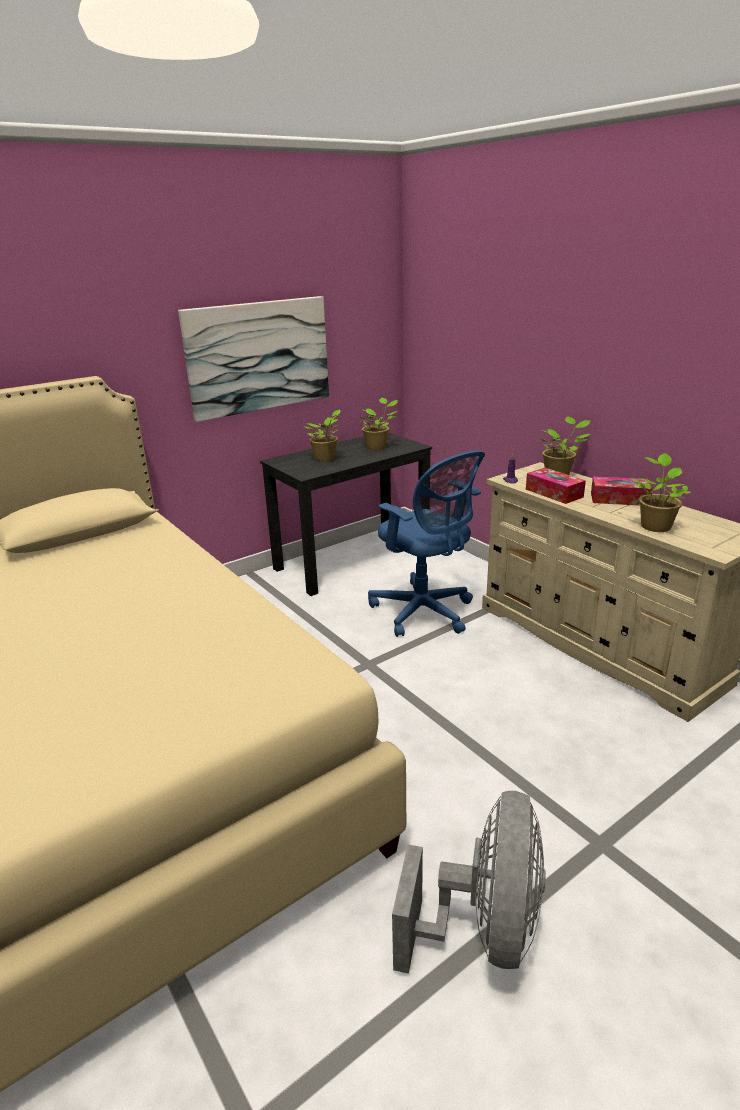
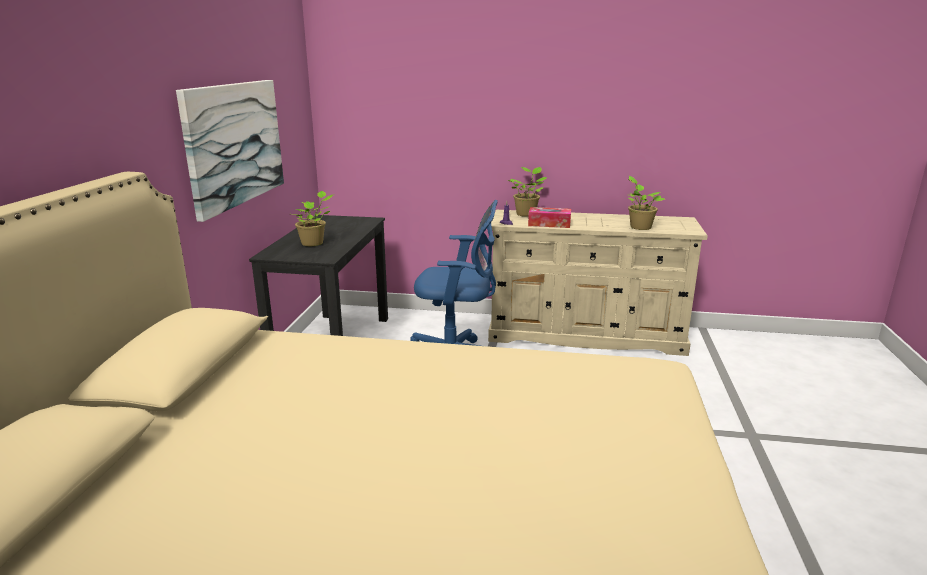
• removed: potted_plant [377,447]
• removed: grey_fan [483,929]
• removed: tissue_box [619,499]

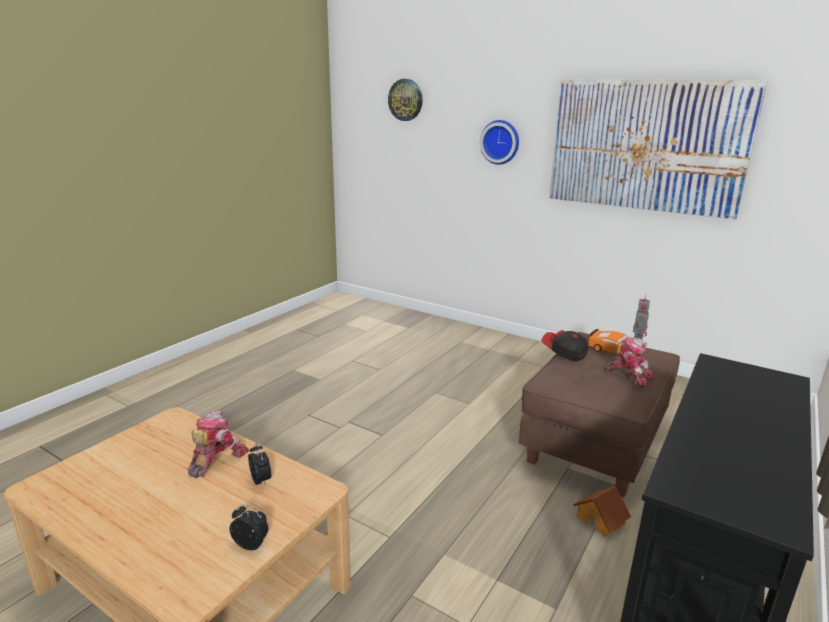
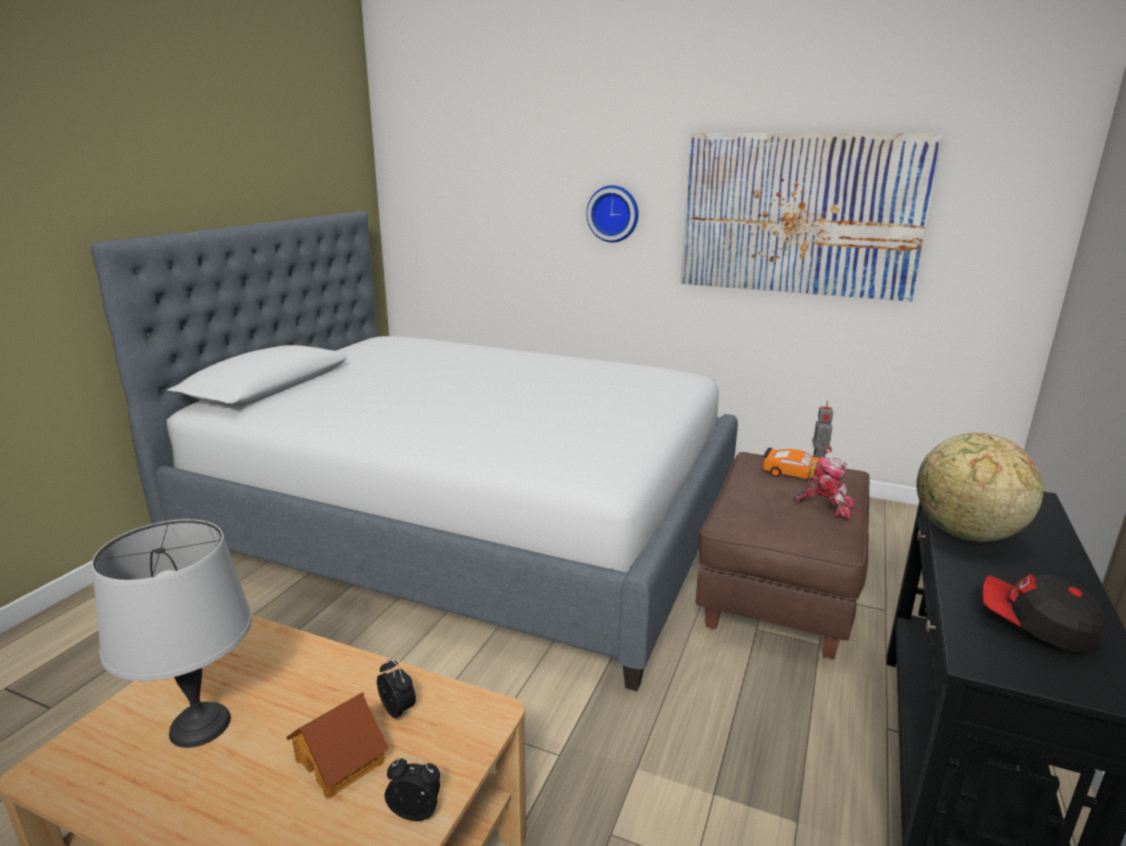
• added: bed [467,522]
• added: grey_table_lamp [202,725]
• moved: toy_house [601,520] to [341,759]
• added: globe [965,534]
• moved: cap [564,352] to [1035,626]
• removed: toy_robot [216,459]
• removed: wall_clock [405,100]

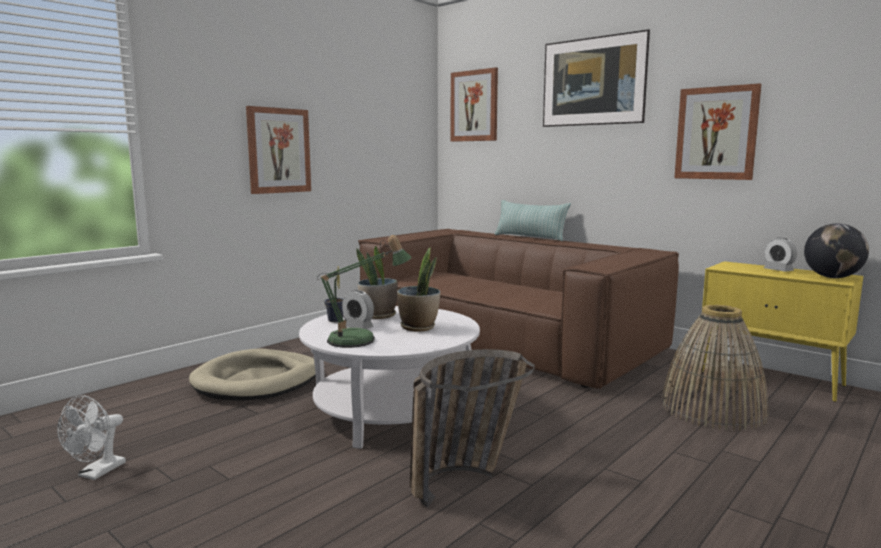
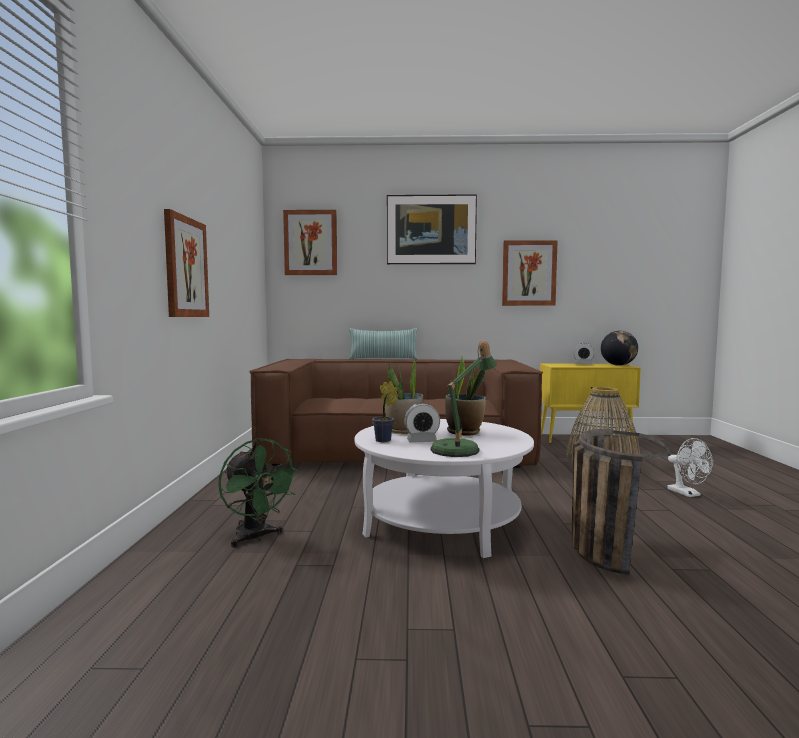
• replaced: beige_dog_bed [257,380] to green_fan [256,538]
• moved: white_fan [97,473] to [688,494]

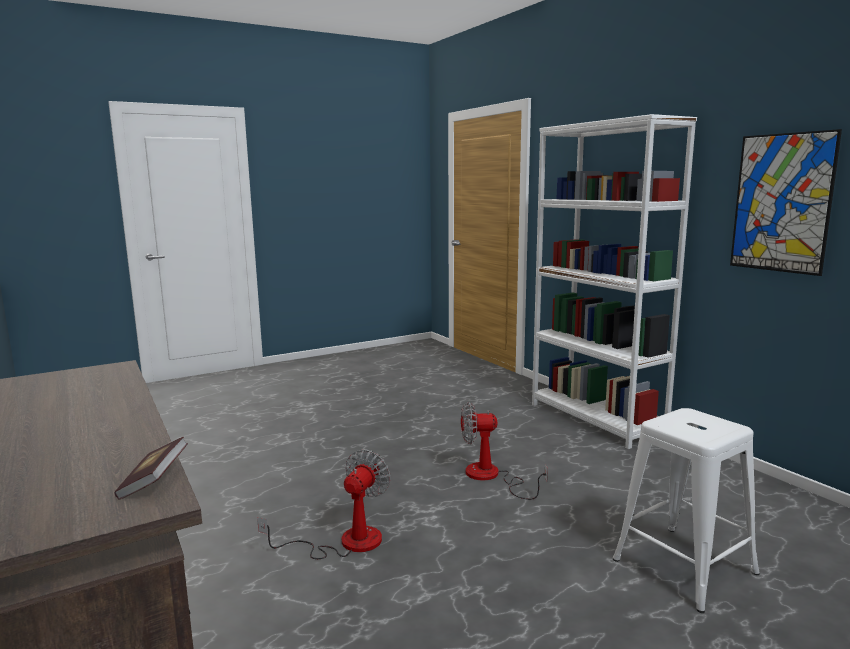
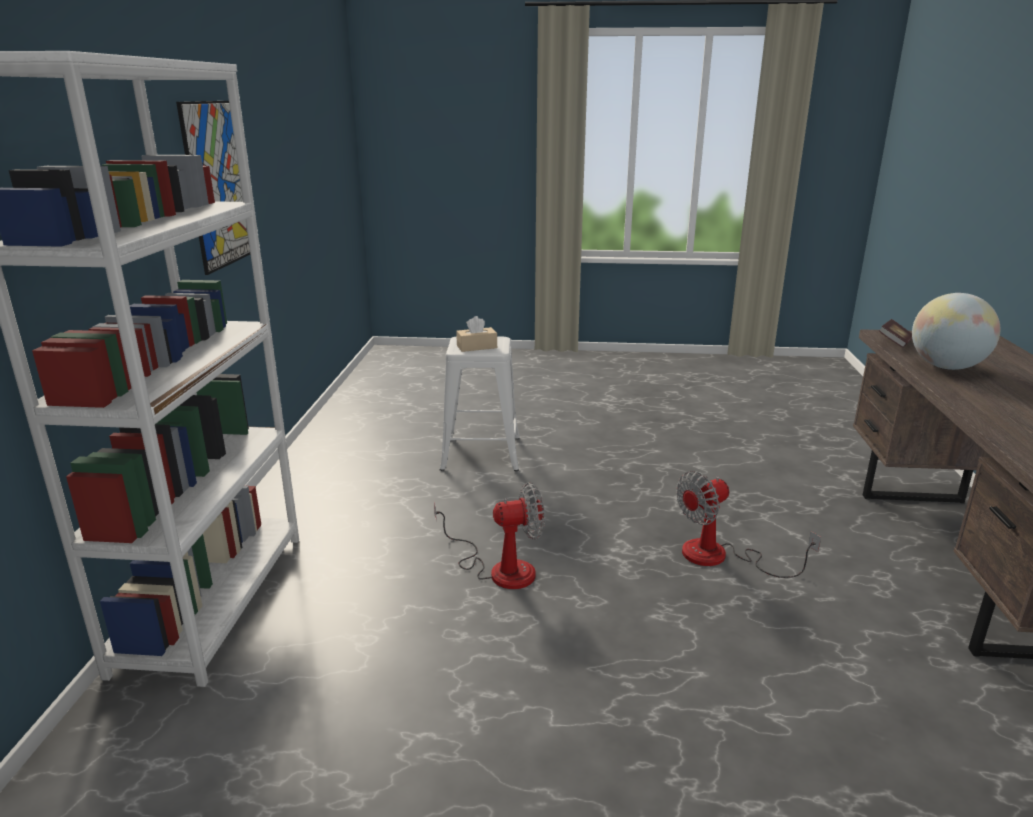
• turned: fan [491,477] = [499,568] 45 degrees counterclockwise
• added: beige_tissue_box [477,347]
• added: globe [946,367]

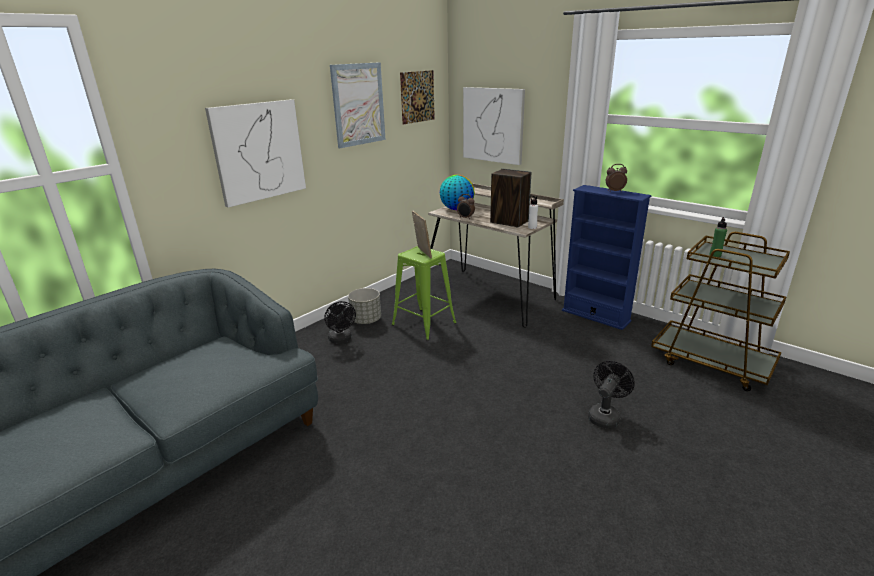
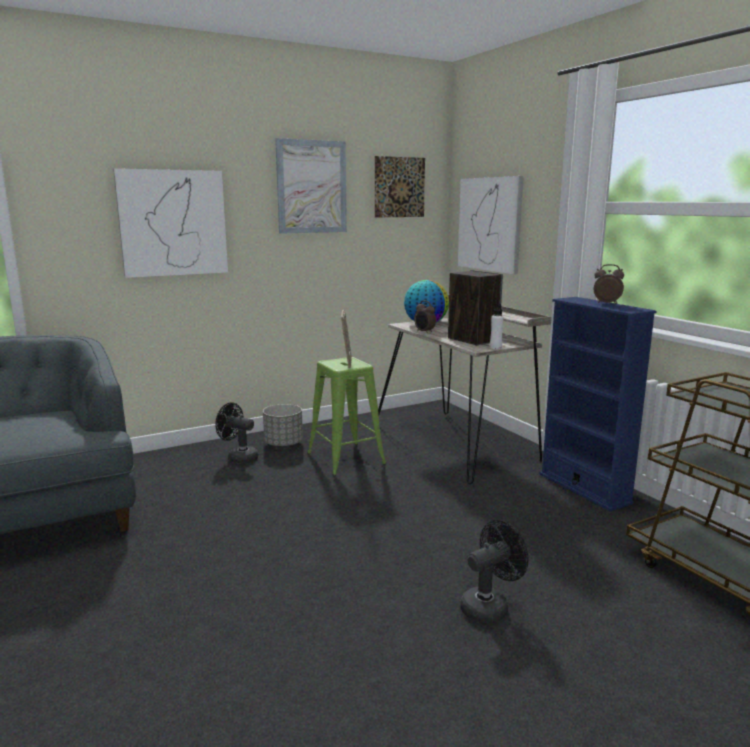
• turned: black_fan [341,339] = [238,458] 120 degrees clockwise
• removed: green_bottle [715,255]

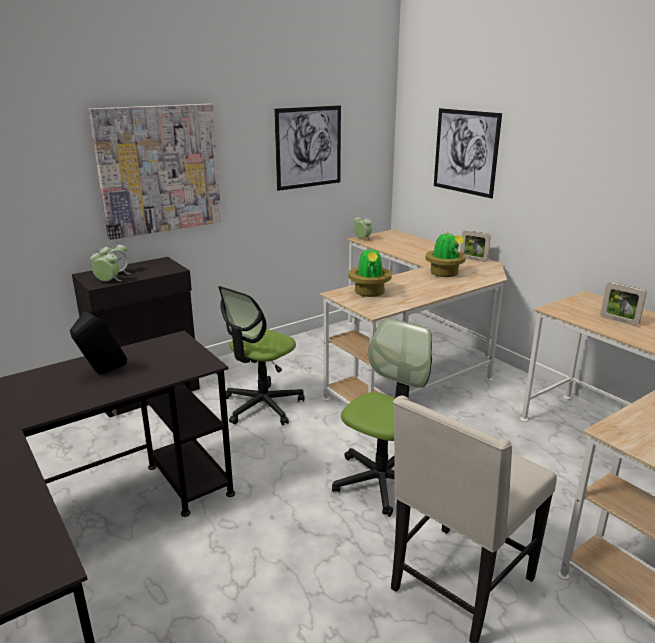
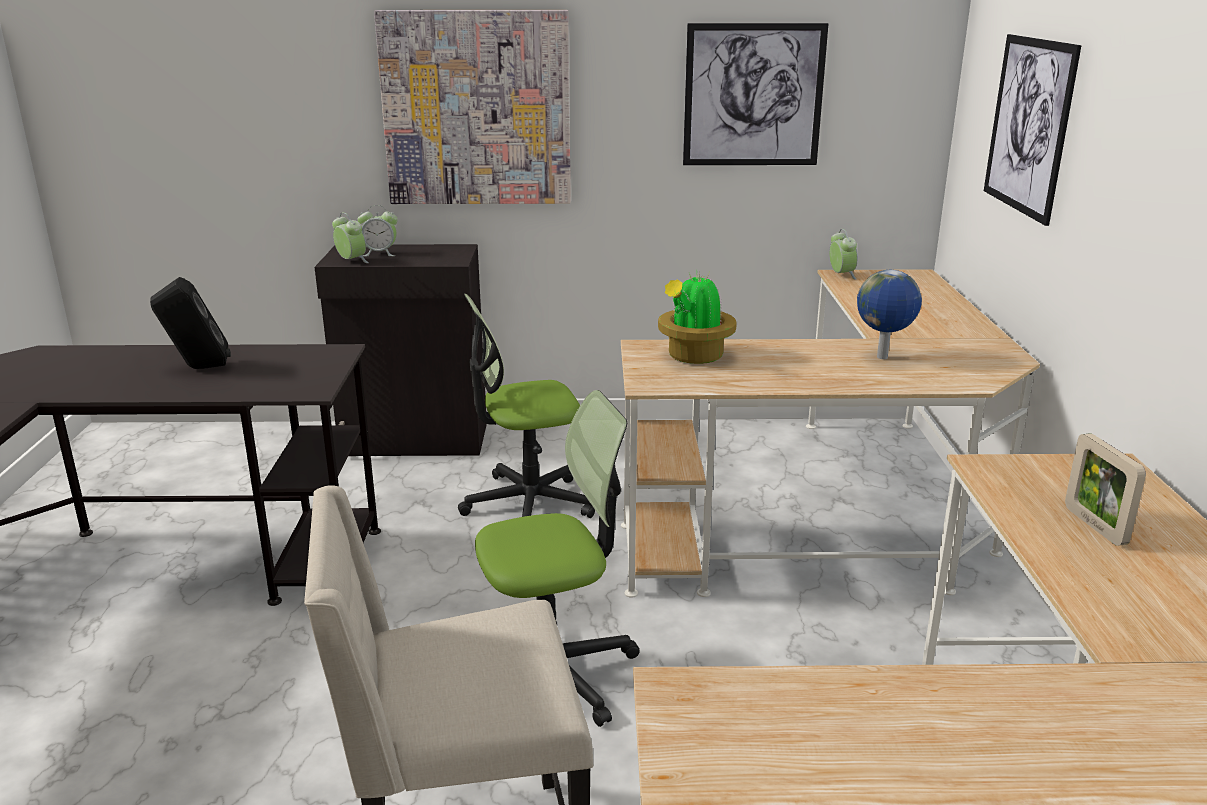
• replaced: potted_plant [444,274] to globe [882,358]
• removed: picture_frame [473,259]

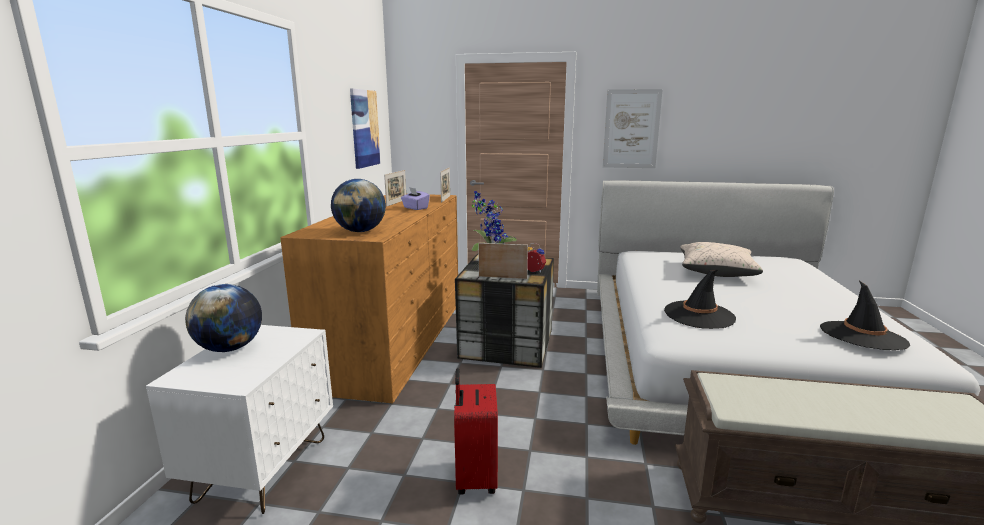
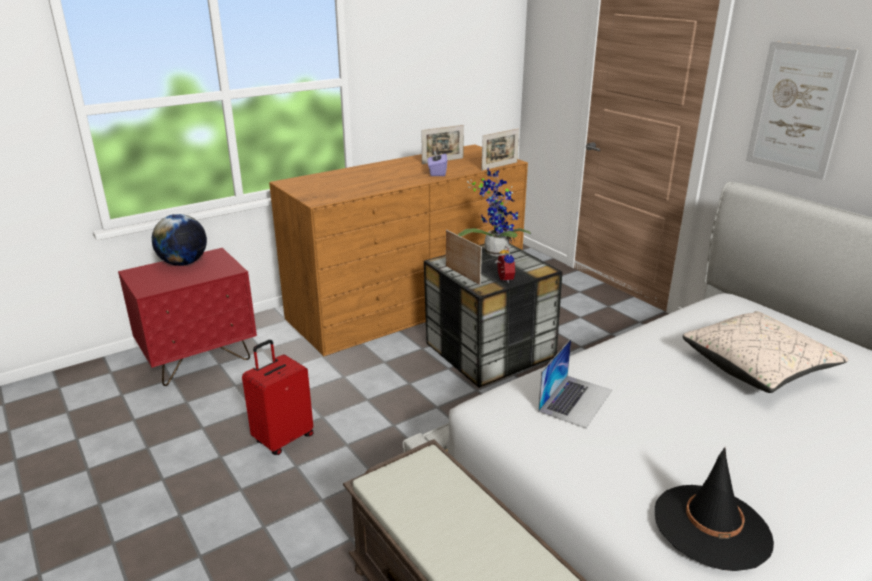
• recoloured: white_nightstand [263,469] to red_nightstand [199,360]
• replaced: black_hat [699,315] to laptop [575,400]
• removed: globe [360,231]
• removed: picture [364,128]

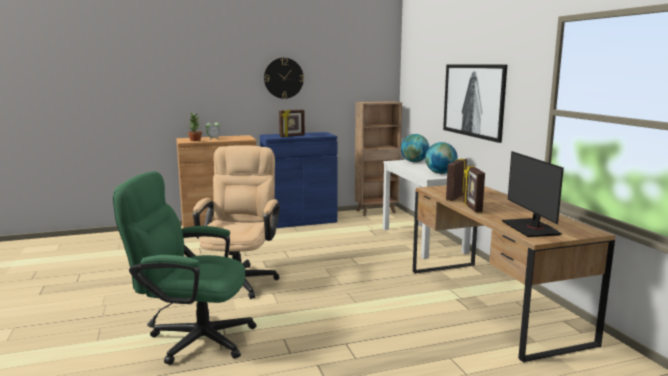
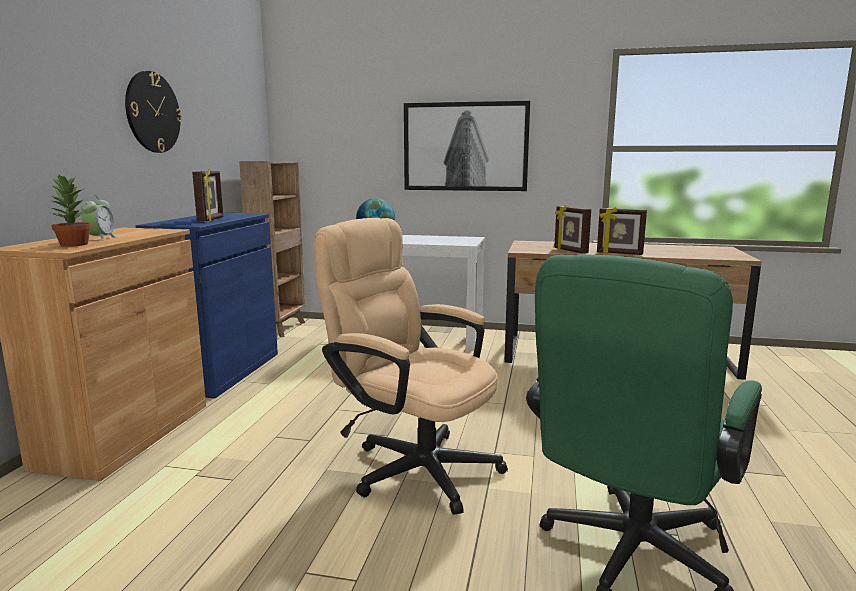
• removed: globe [440,173]
• removed: monitor [531,228]

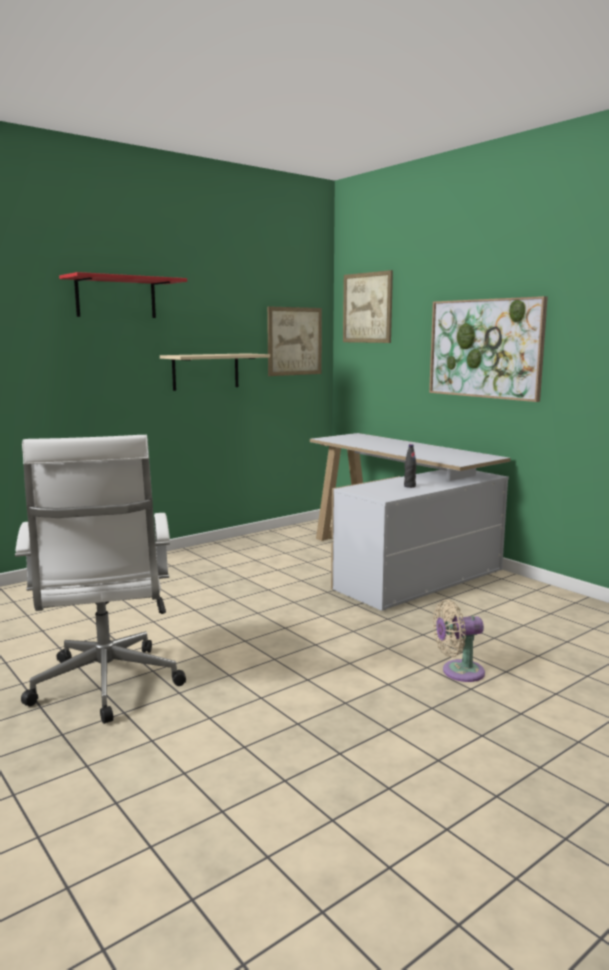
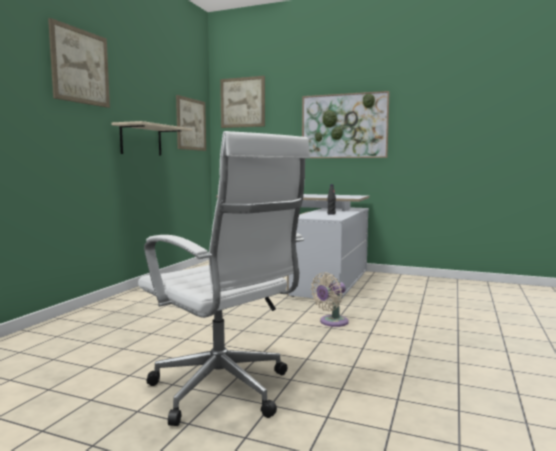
• replaced: red_shelf [116,297] to picture [80,66]
• moved: beige_fan [458,672] to [331,322]

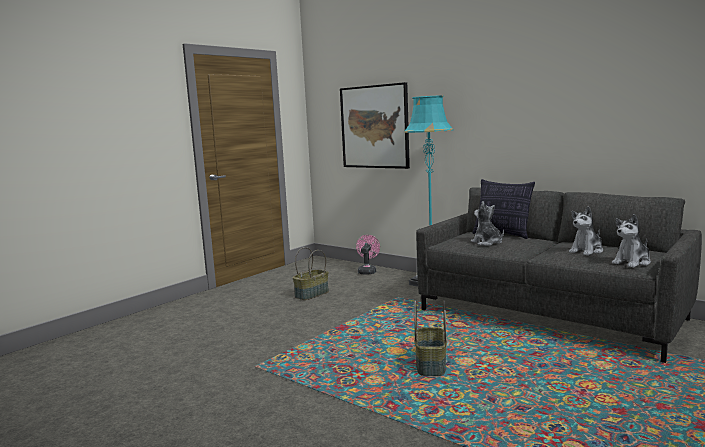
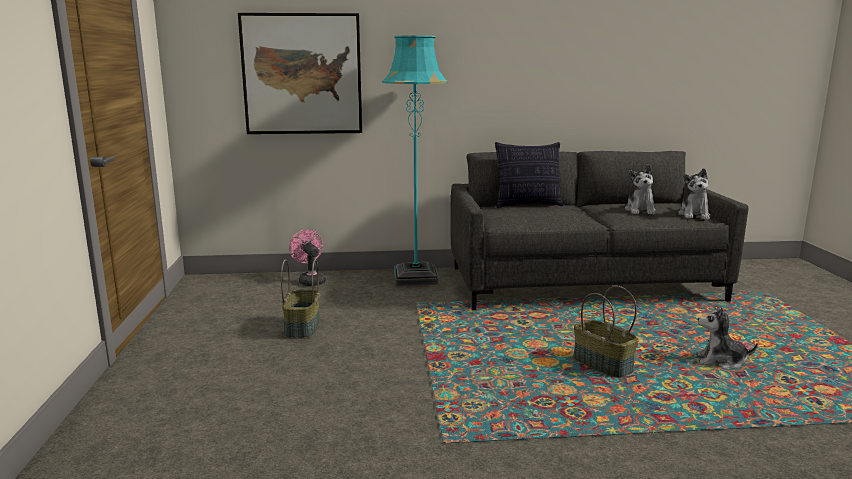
• moved: plush_toy [487,243] to [721,361]

